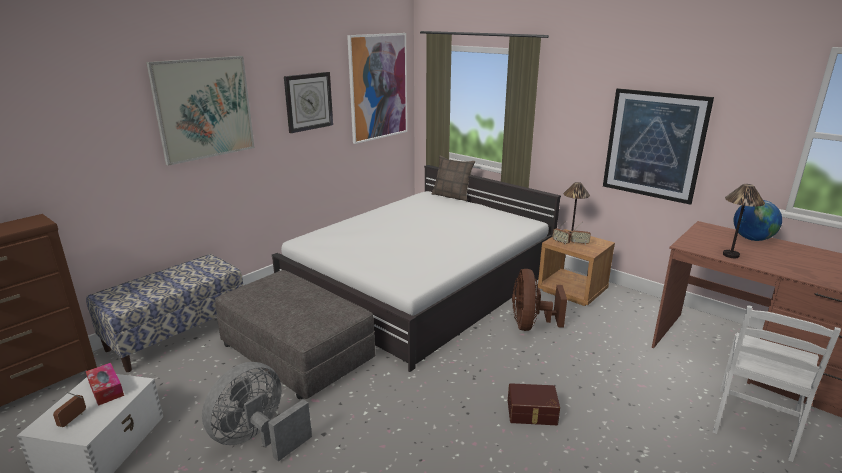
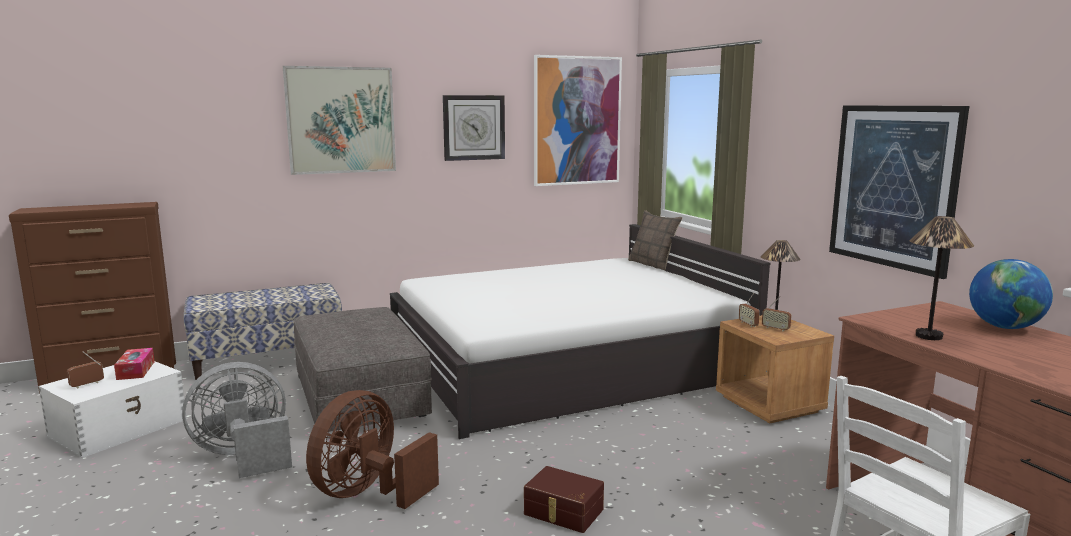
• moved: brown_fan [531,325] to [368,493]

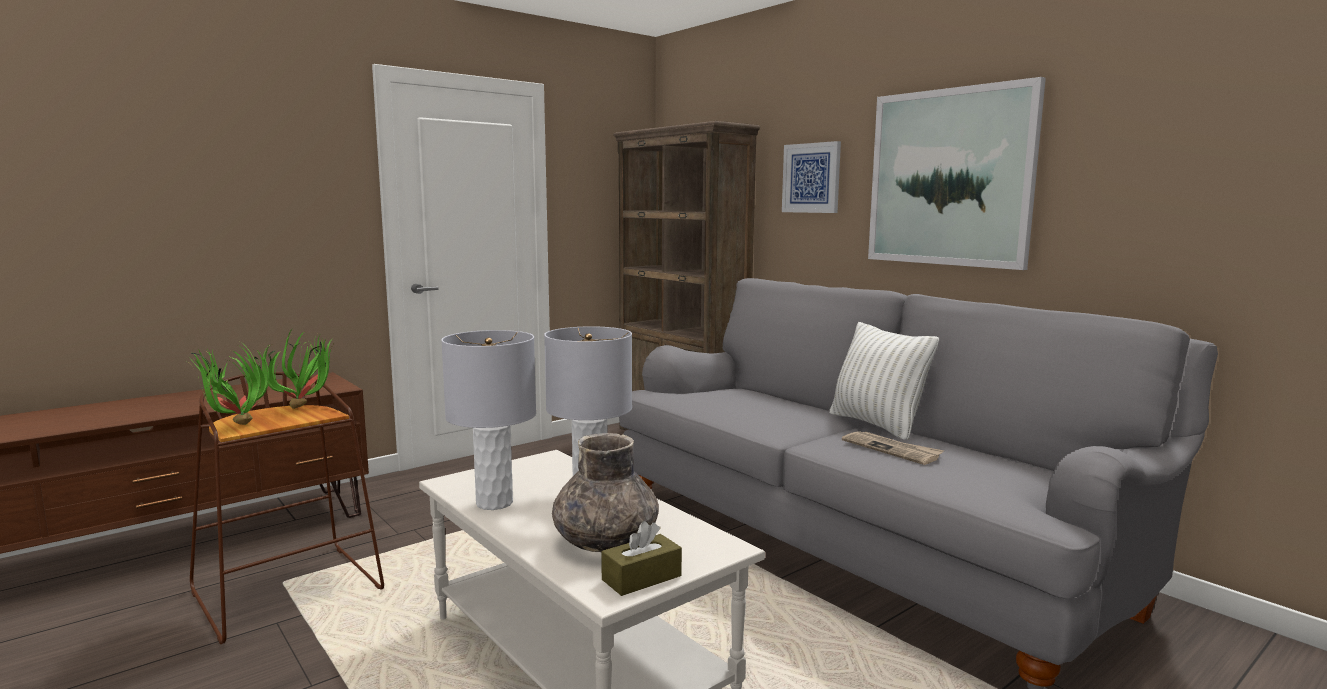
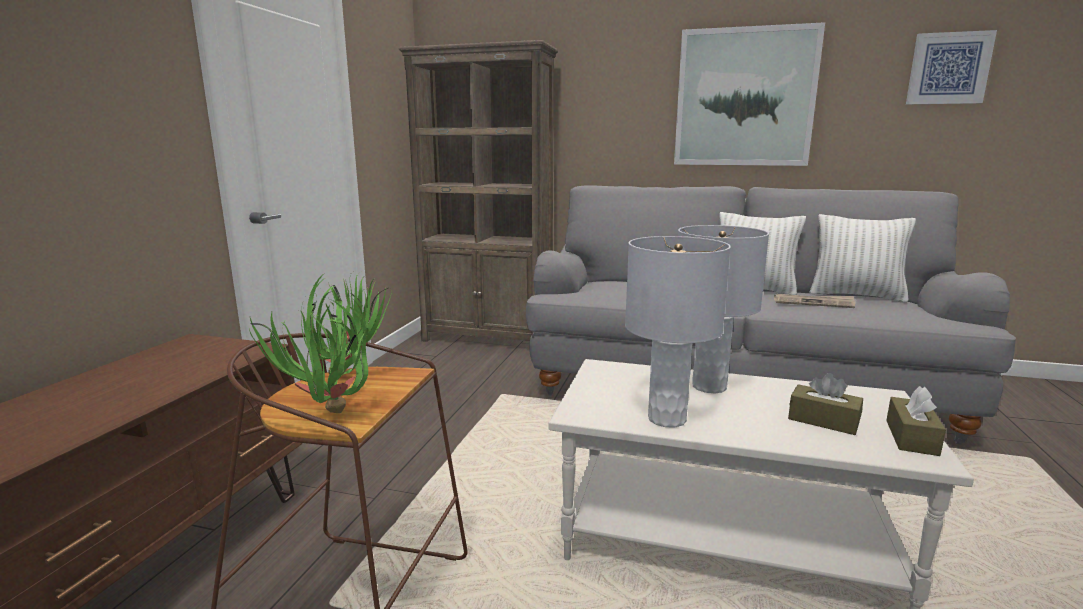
• replaced: grey_vase [606,543] to brown_tissue_box [823,420]
• added: white_pillow [855,295]
• moved: picture [811,178] to [948,68]

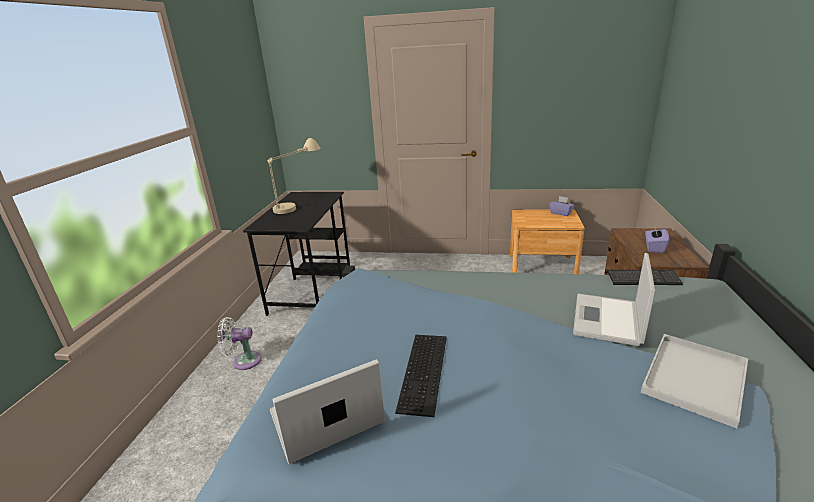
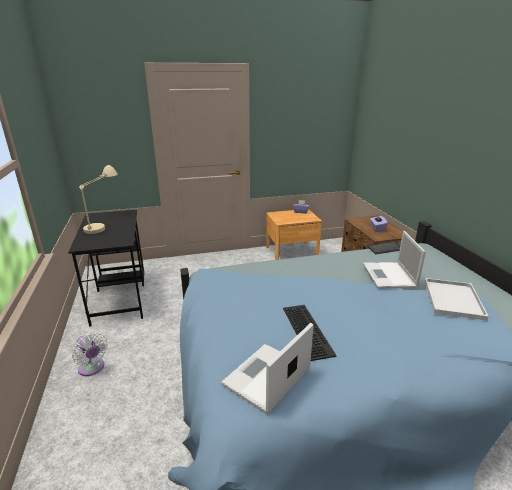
• turned: white_fan [244,361] = [92,368] 105 degrees counterclockwise

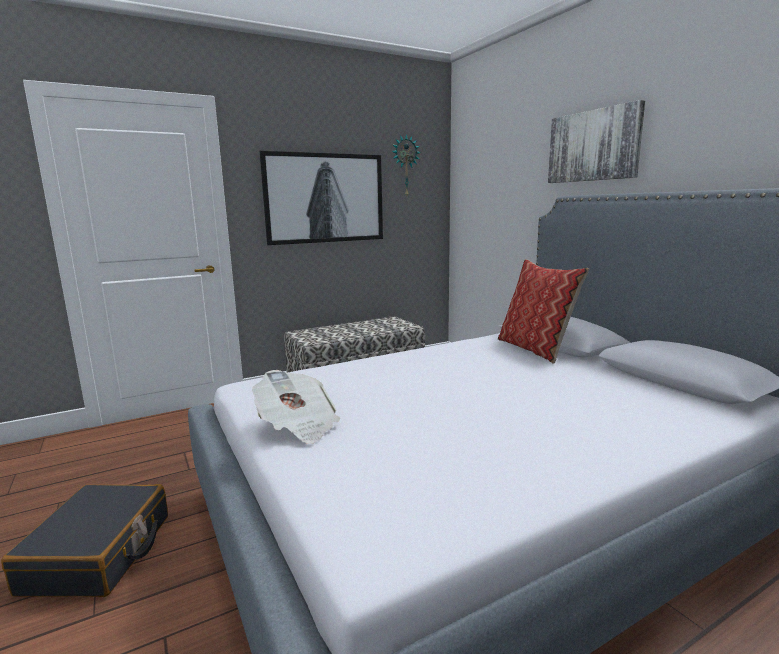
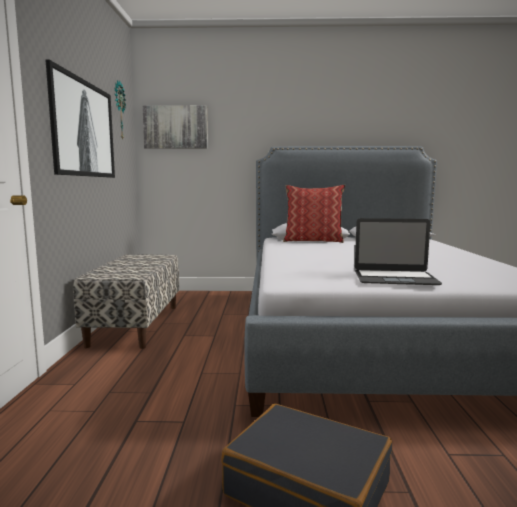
• moved: picture [593,146] to [175,127]
• replaced: newspaper [298,426] to laptop [395,278]

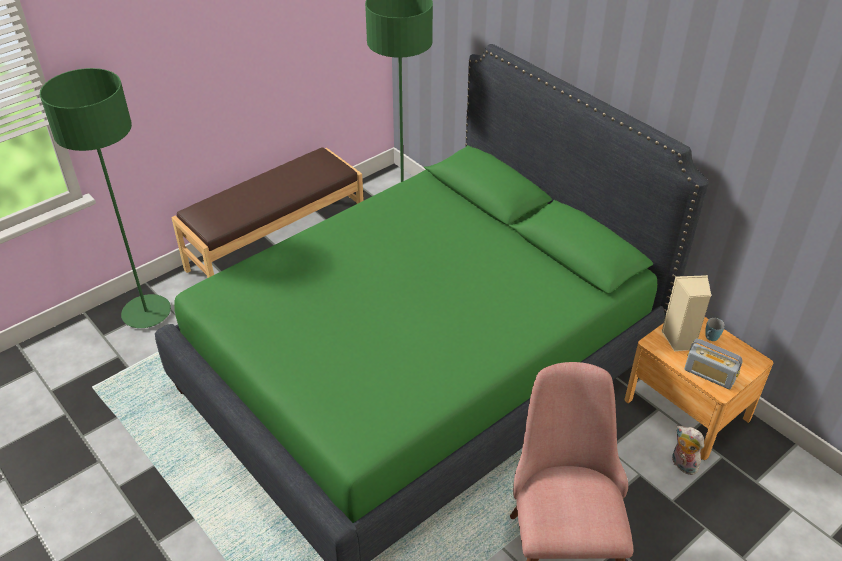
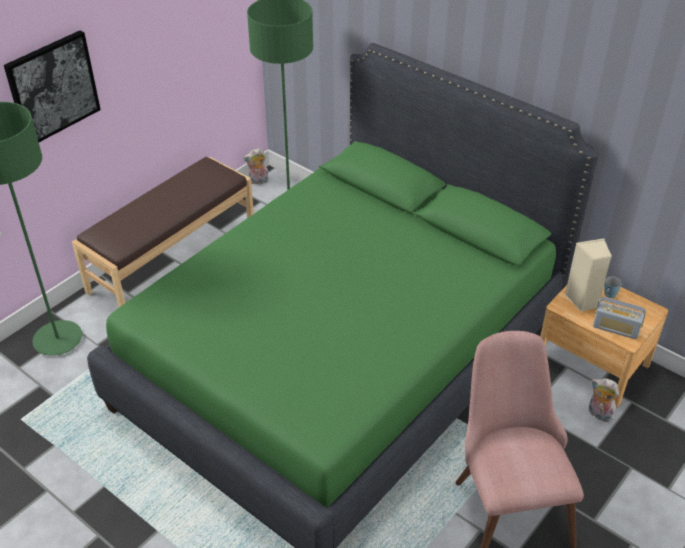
• added: picture [52,87]
• added: plush_toy [258,181]

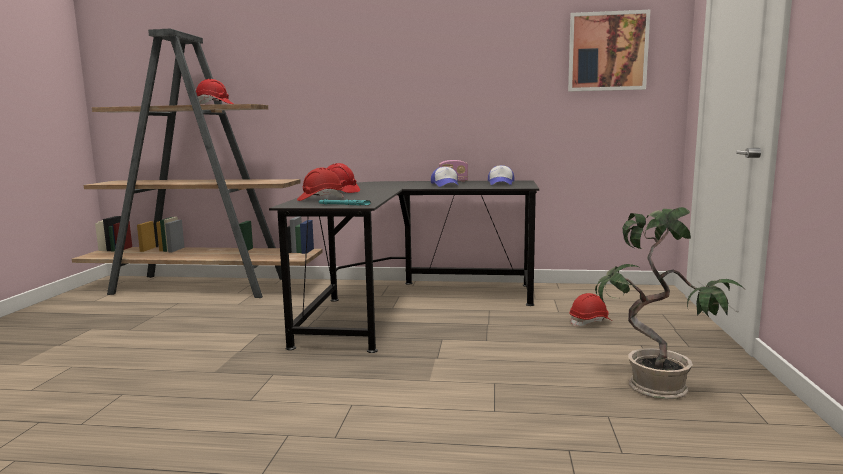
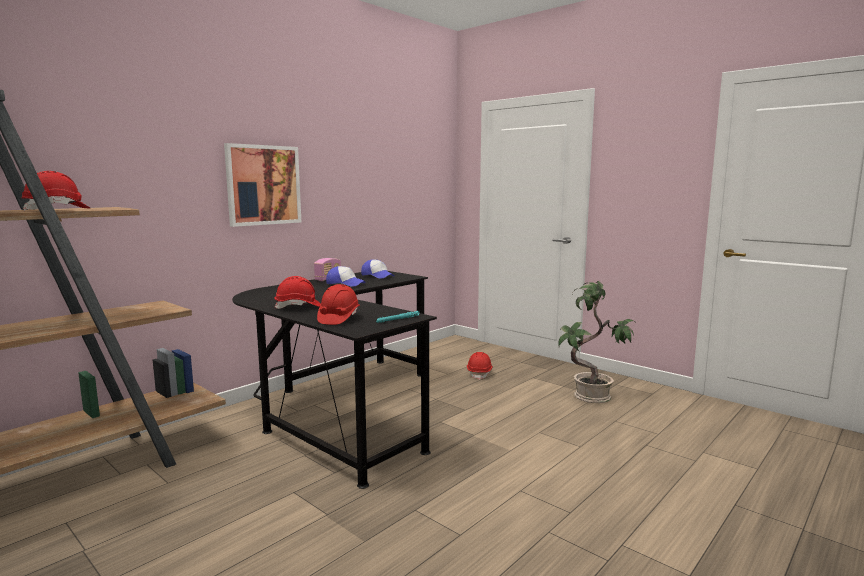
• moved: picture [607,51] to [263,185]

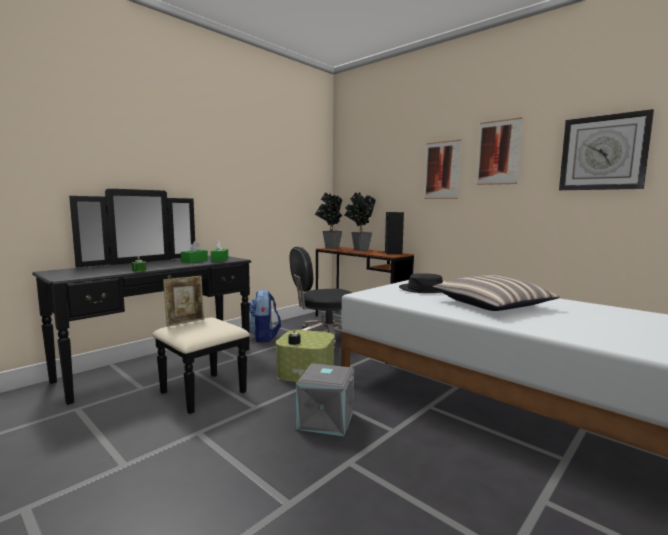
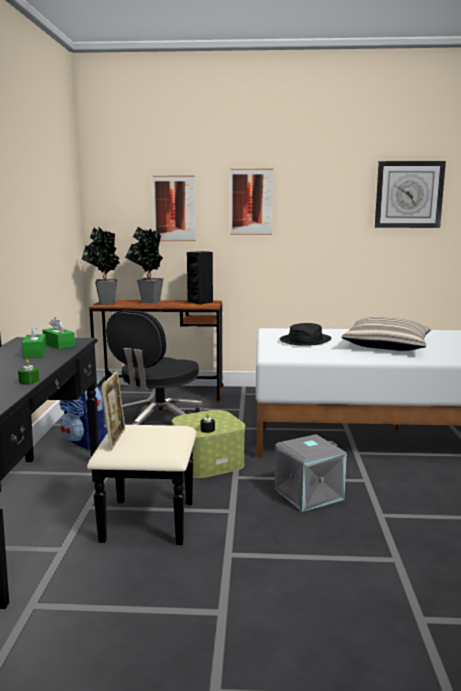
• moved: picture [498,152] to [174,208]

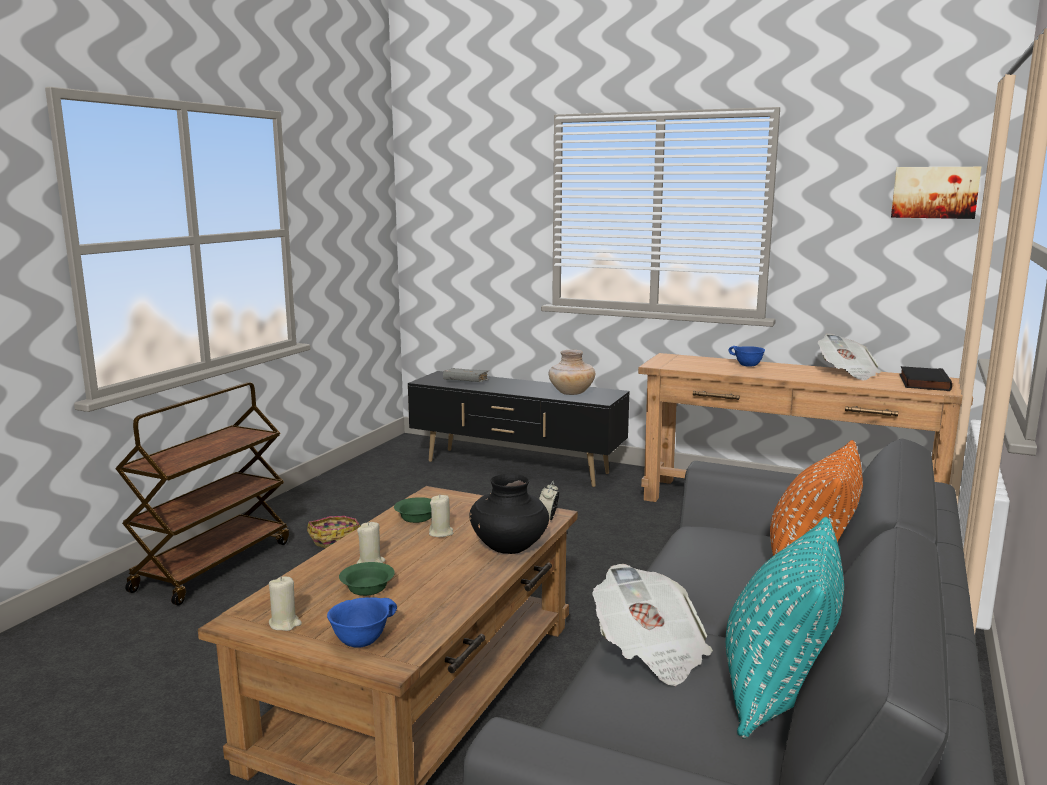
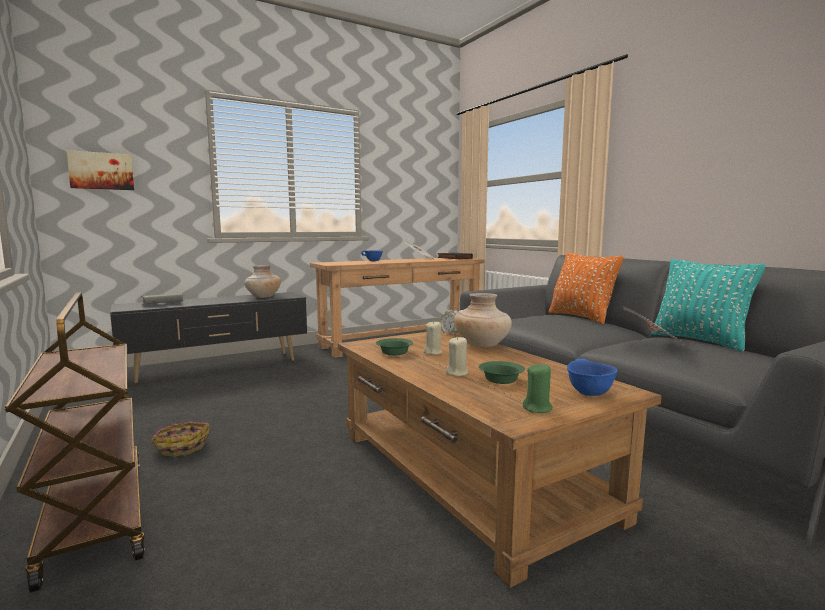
• moved: picture [934,192] to [101,171]
• recoloured: black_vase [509,547] to beige_vase [482,345]
• recoloured: beige_candle [285,624] to green_candle [537,408]

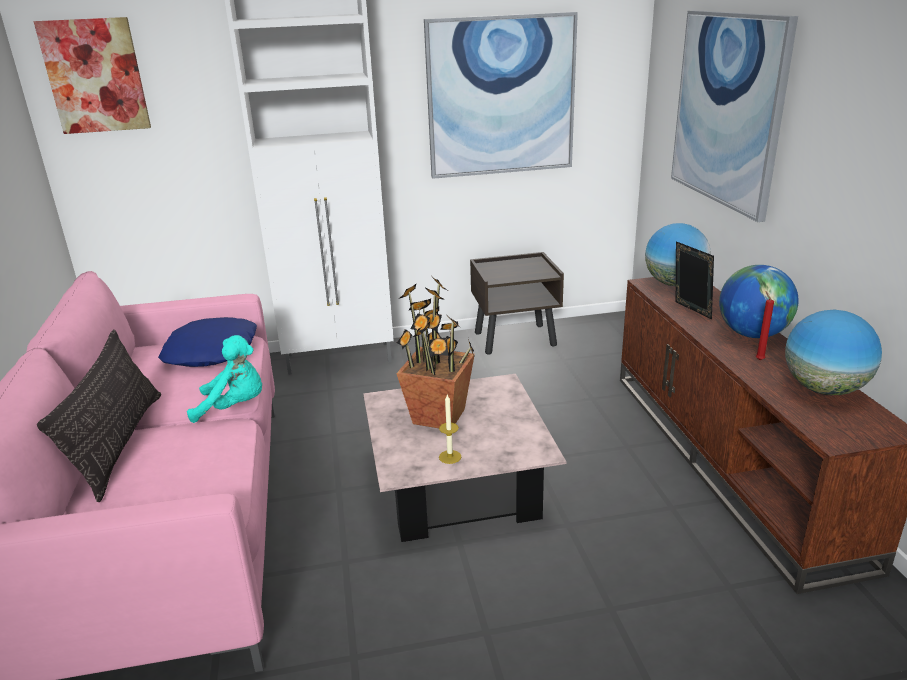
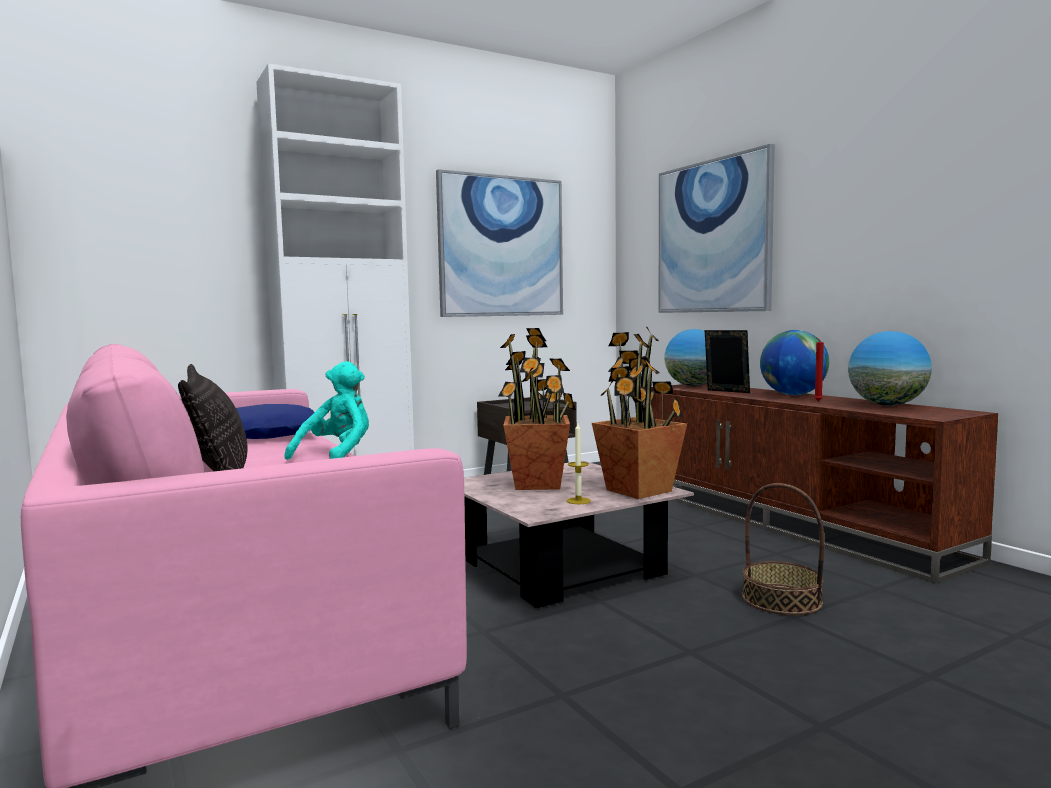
• turned: turquoise_plush_toy [234,407] = [337,456] 45 degrees counterclockwise
• added: potted_plant [638,491]
• added: basket [782,599]
• removed: picture [95,76]

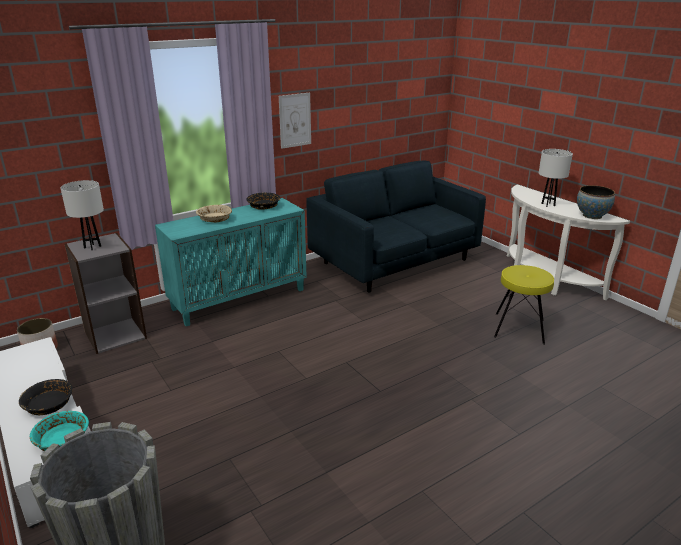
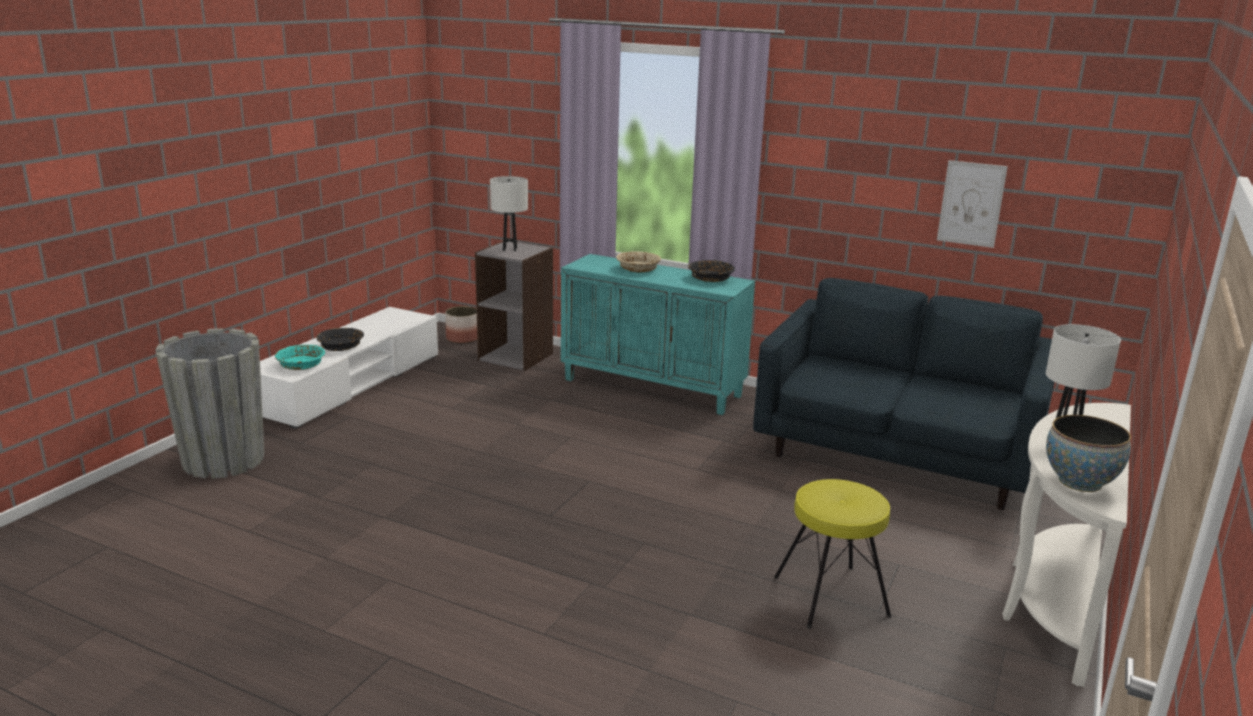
• moved: picture [295,120] to [971,204]

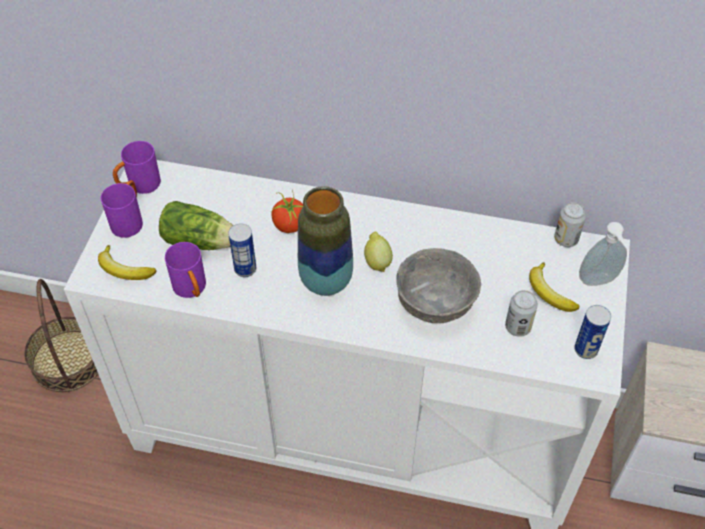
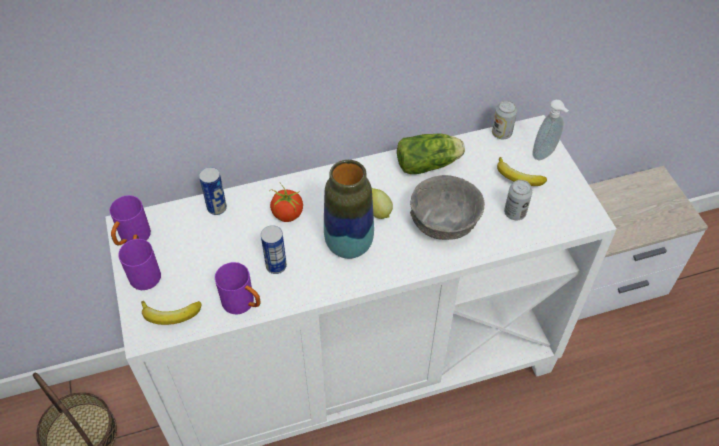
• moved: can [586,349] to [217,208]
• moved: lettuce [201,241] to [430,164]

